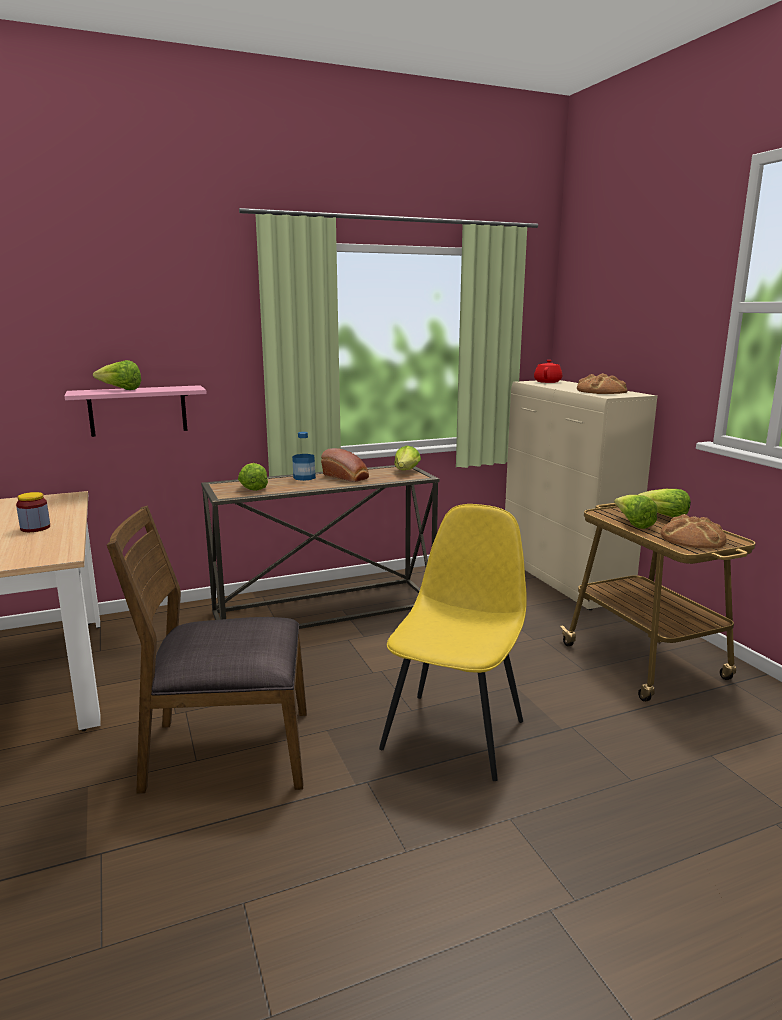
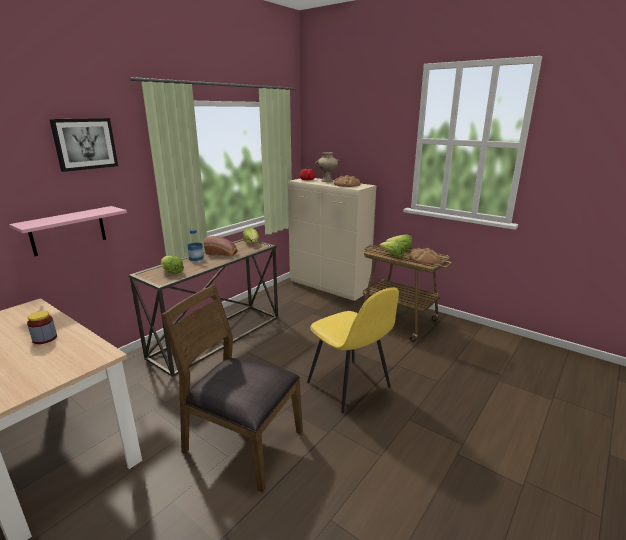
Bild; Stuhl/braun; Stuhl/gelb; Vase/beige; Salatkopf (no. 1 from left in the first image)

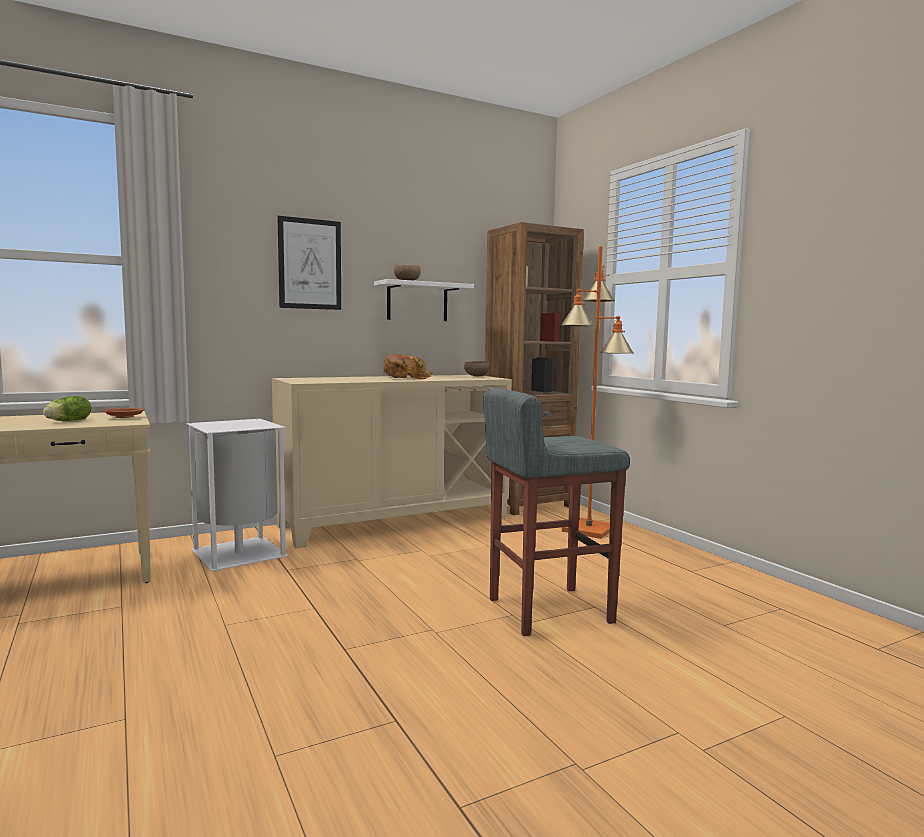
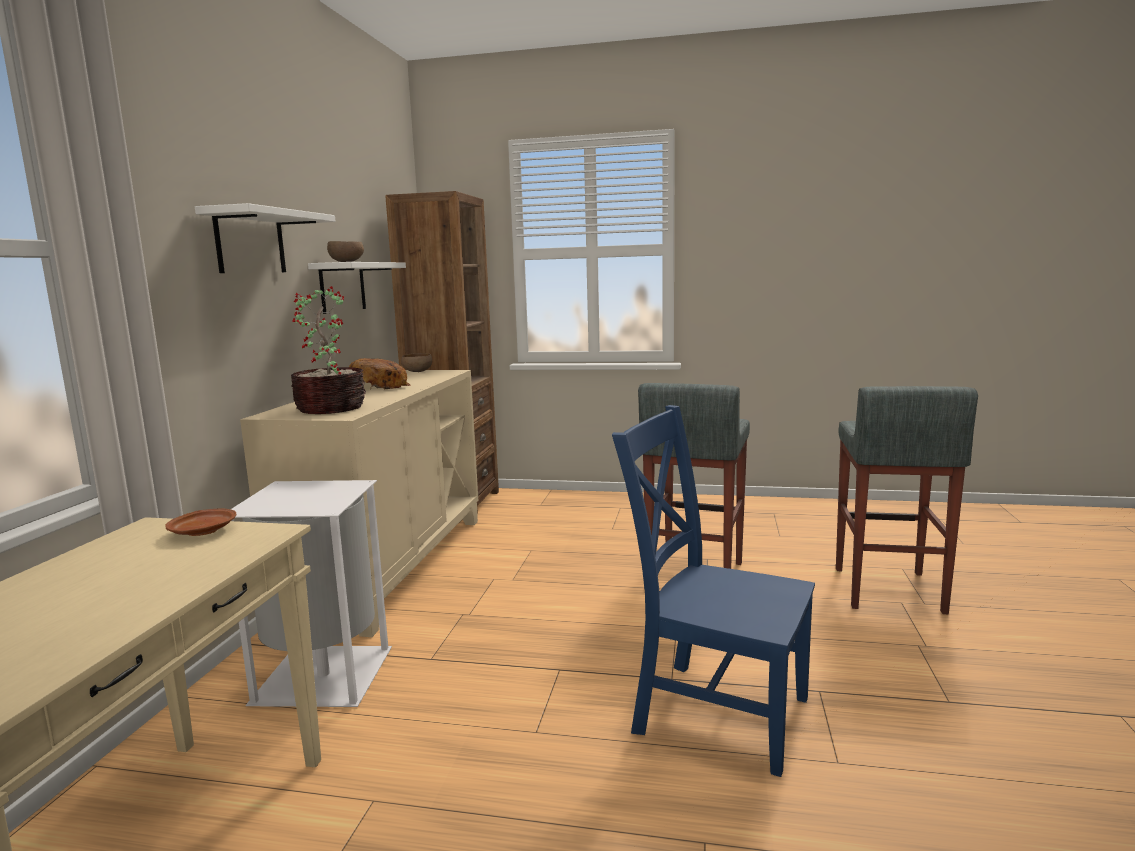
Wandregal/weiß (no. 1 from left); Topfpflanze; Stuhl/blau; Hocker/grau (no. 2 from left); Salatkopf; Stehlampe/orange

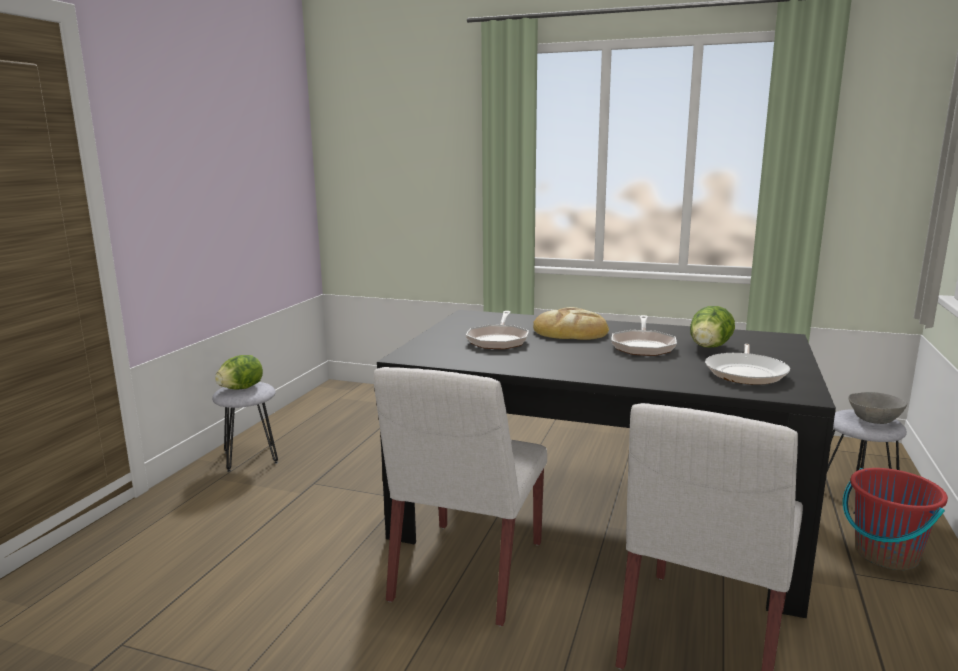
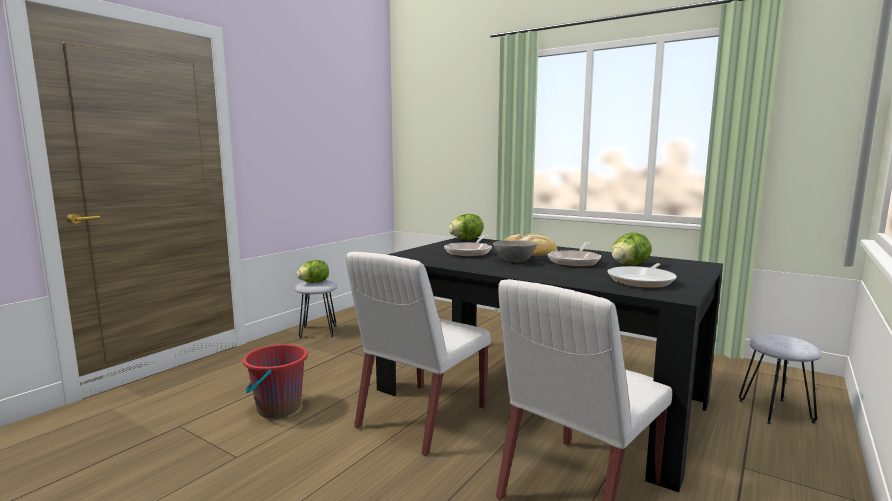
Eimer/rot; Salatkopf (no. 2 from left); Schüssel/grau

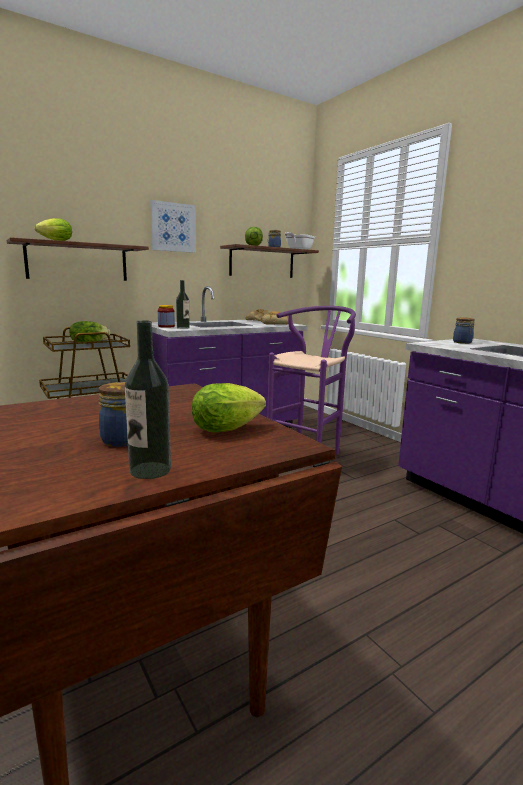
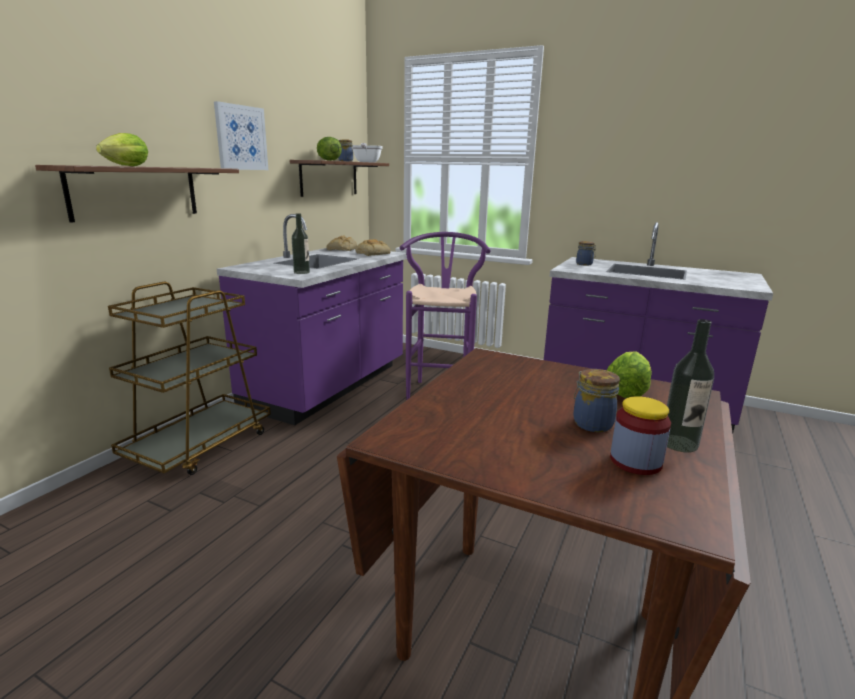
Vorratsglas (no. 4 from left); Salatkopf (no. 2 from left in the first image)

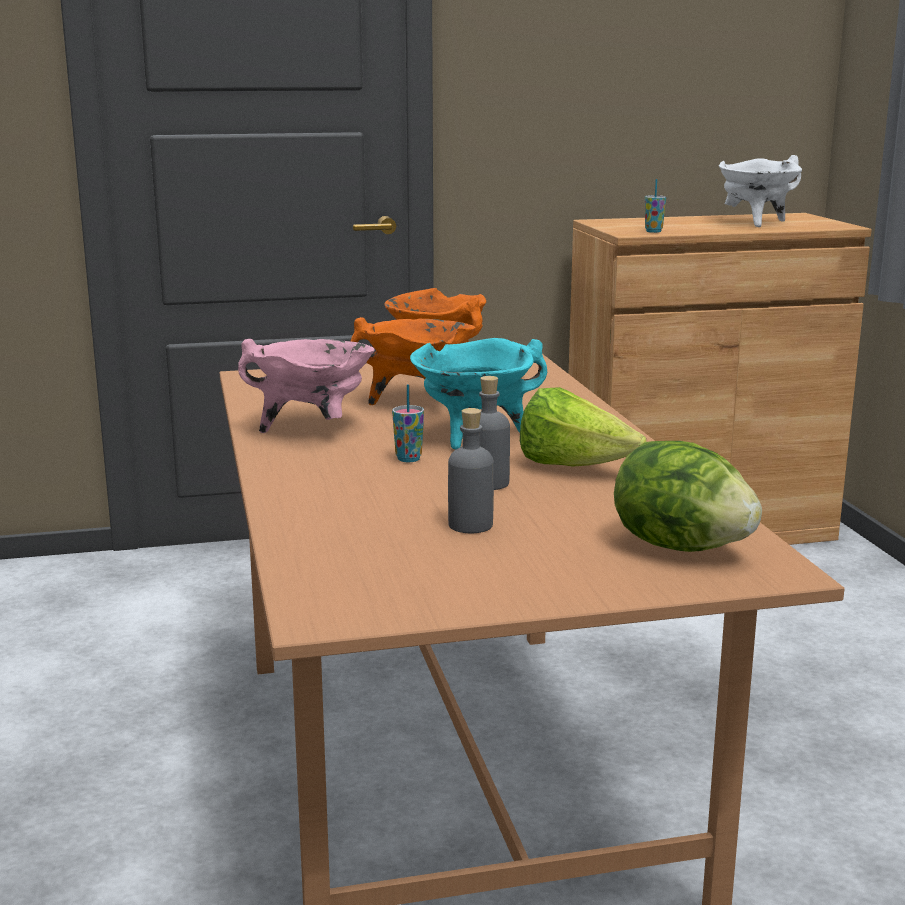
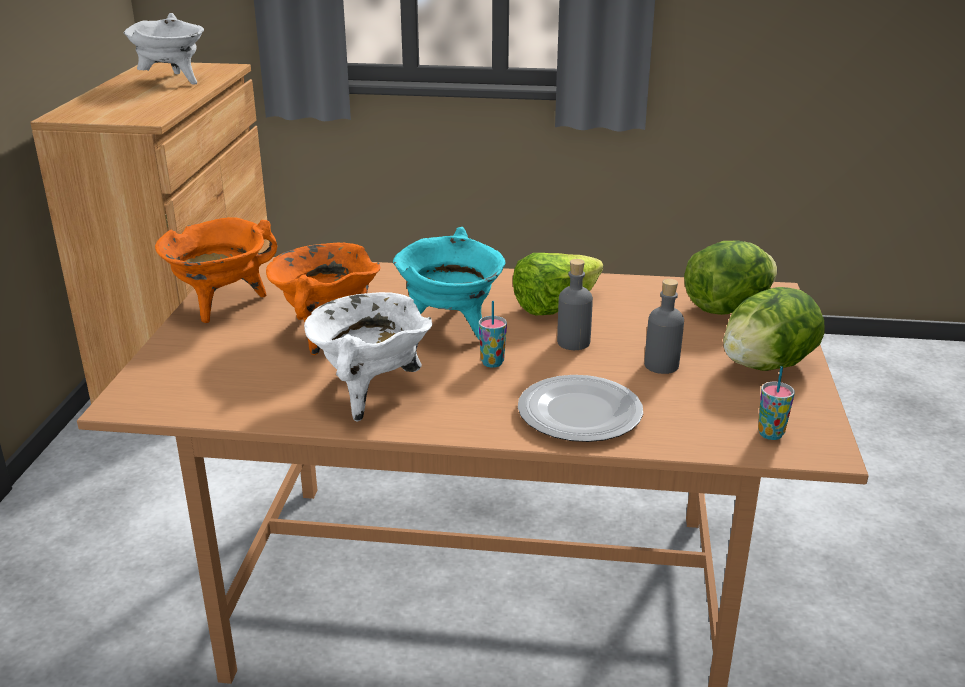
Kochtopf/weiß (no. 2 from left); Teller; Salatkopf (no. 3 from left); Tasse (no. 2 from left)

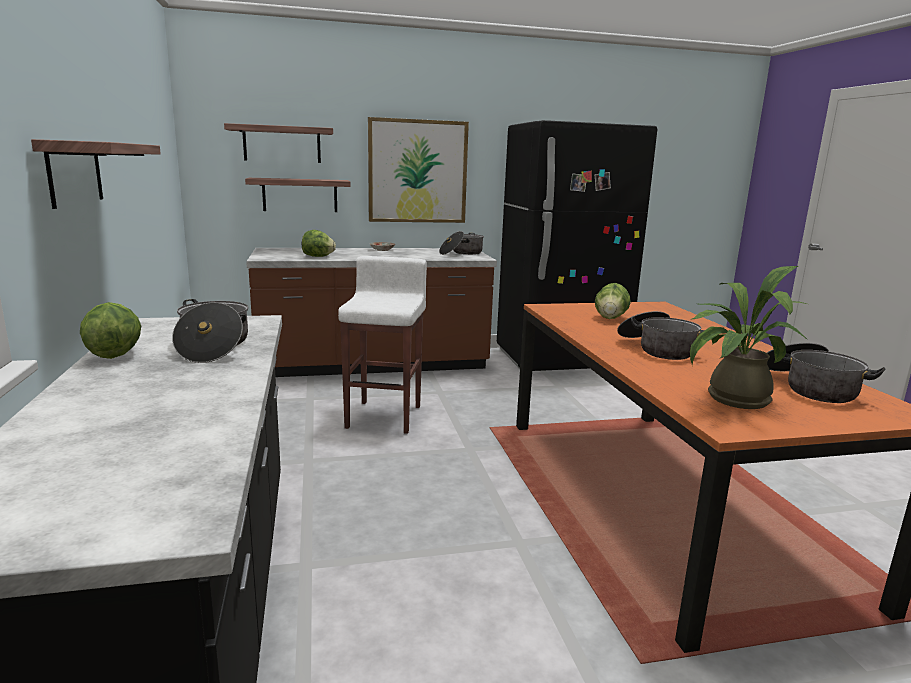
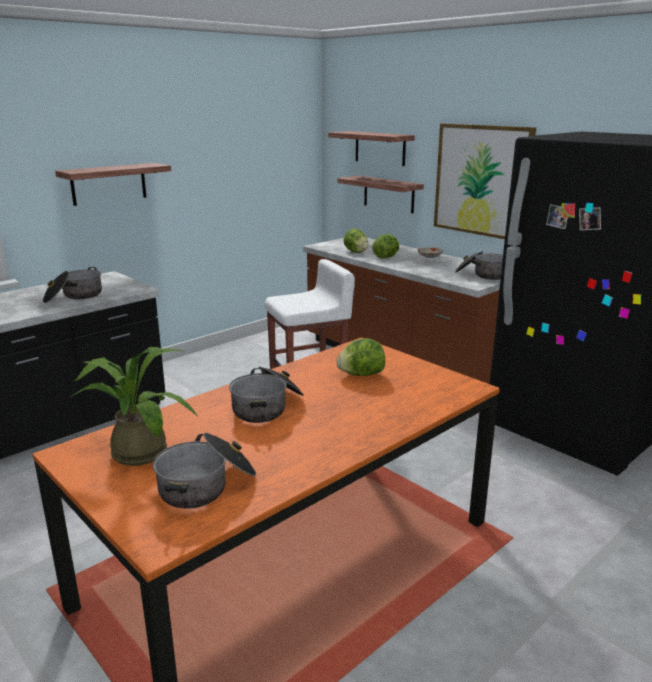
Salatkopf (no. 3 from left)

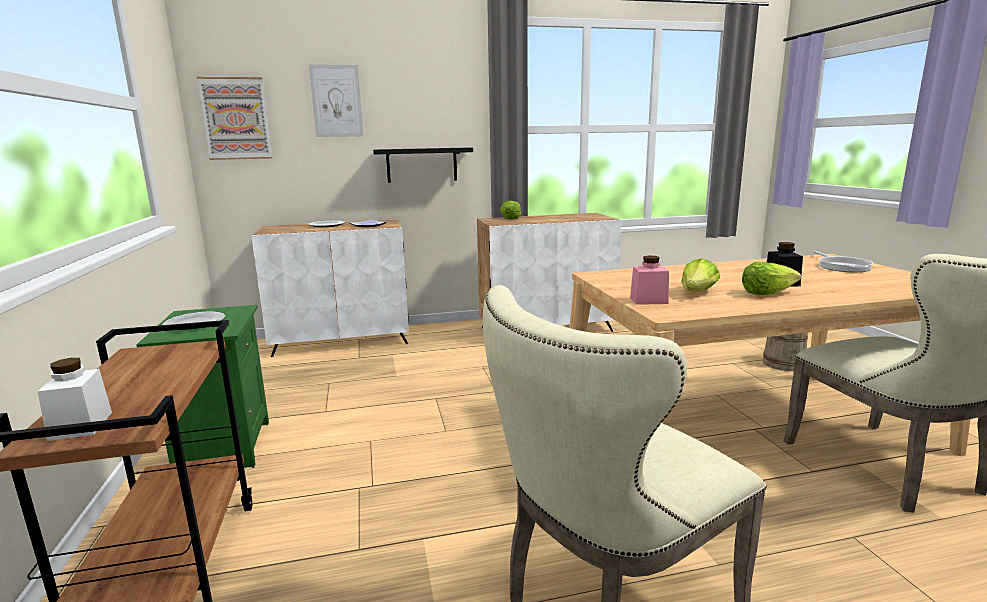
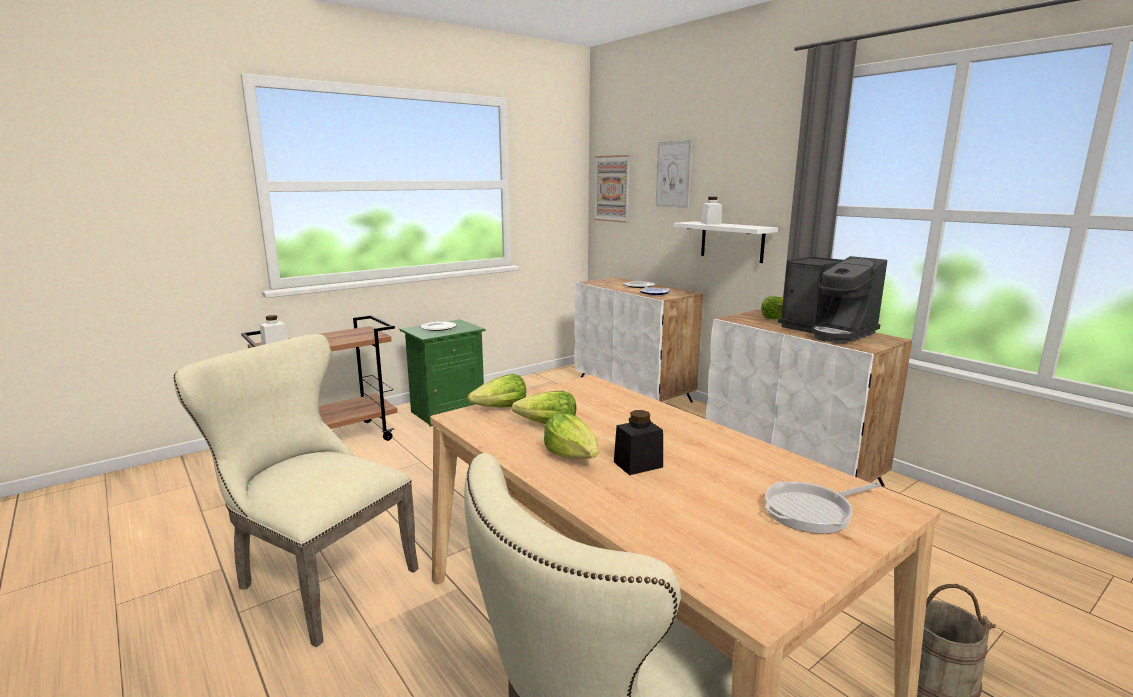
Salatkopf (no. 1 from left); Wandregal/weiß; Vorratsglas/weiß (no. 2 from left); Kaffeemaschine

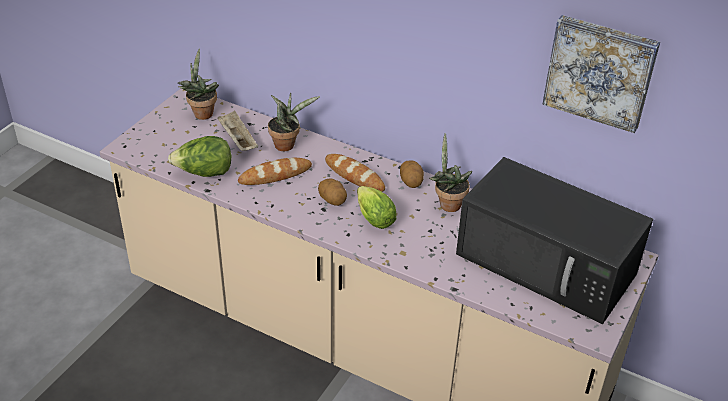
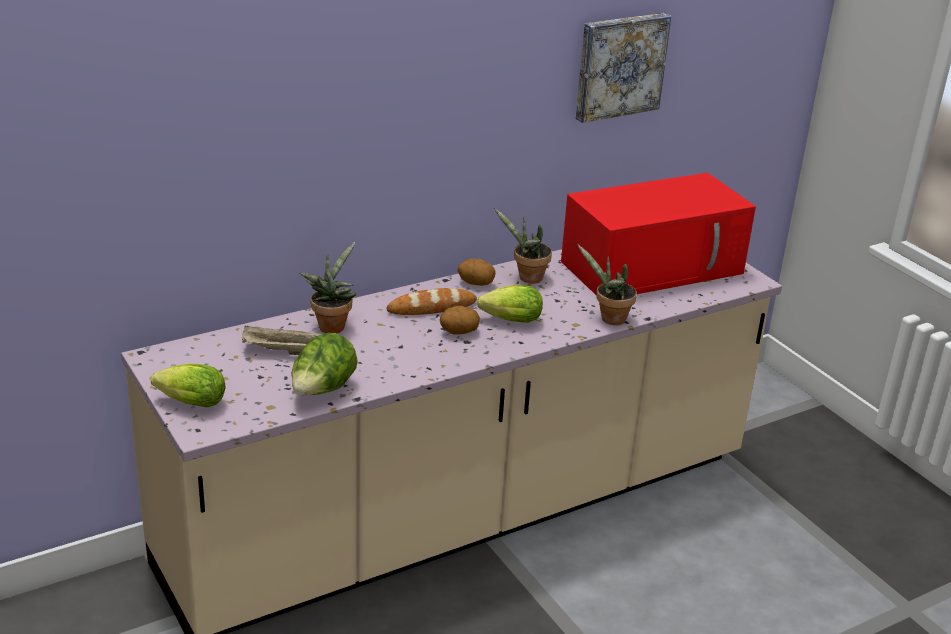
Salatkopf (no. 1 from left); Mikrowelle/rot; Topfpflanze (no. 3 from left); Brot (no. 1 from left in the first image)

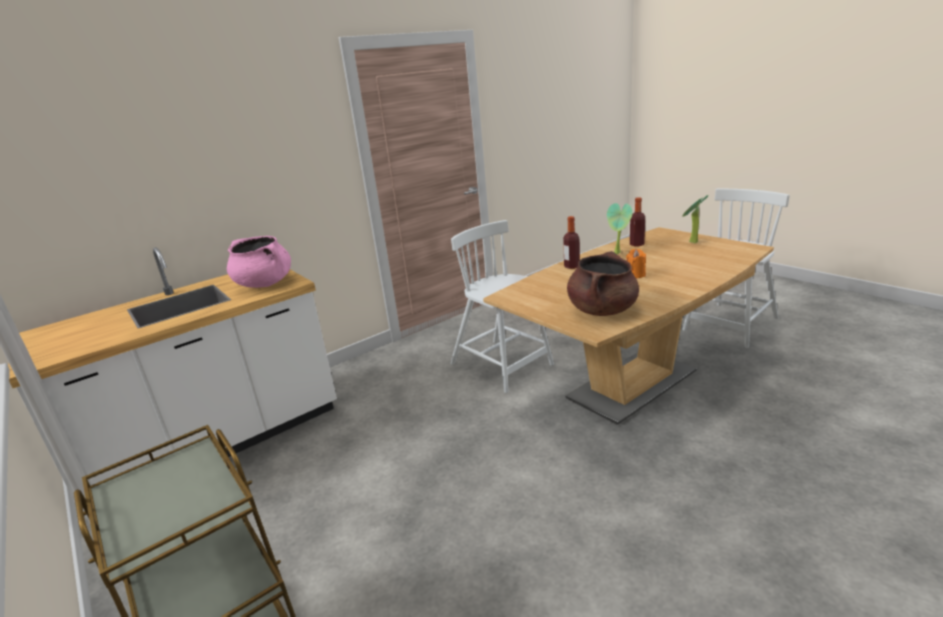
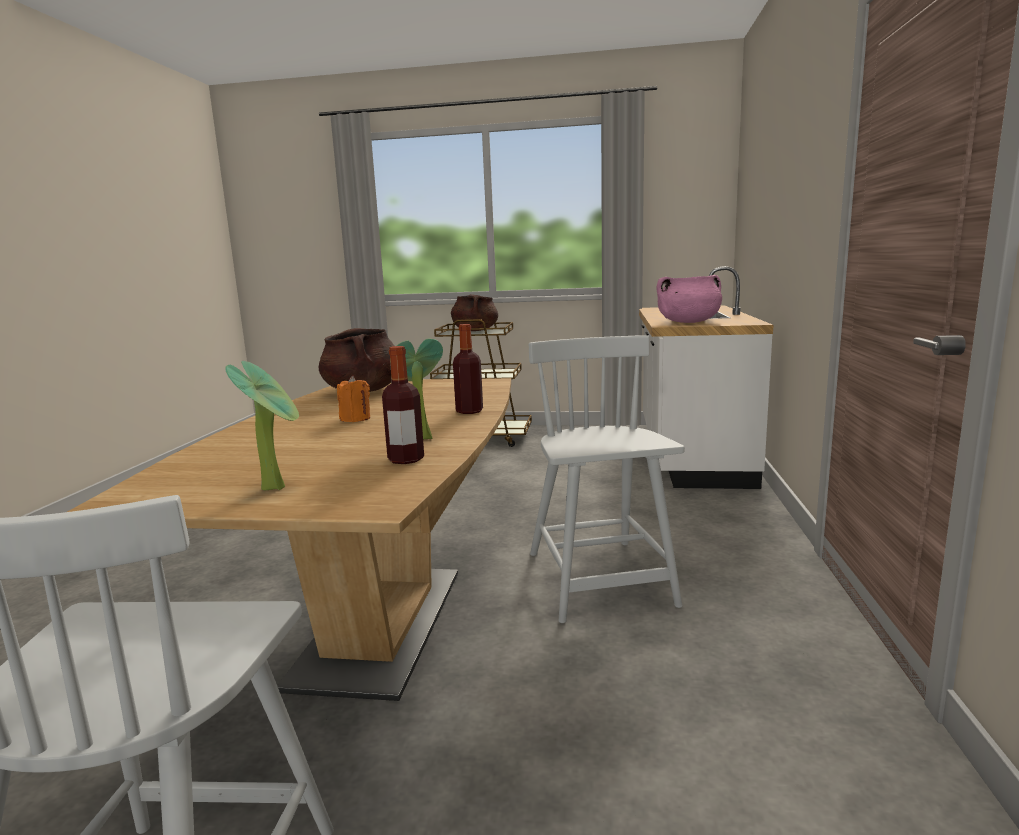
Kochtopf/braun (no. 2 from left); Stuhl/weiß (no. 2 from left)

